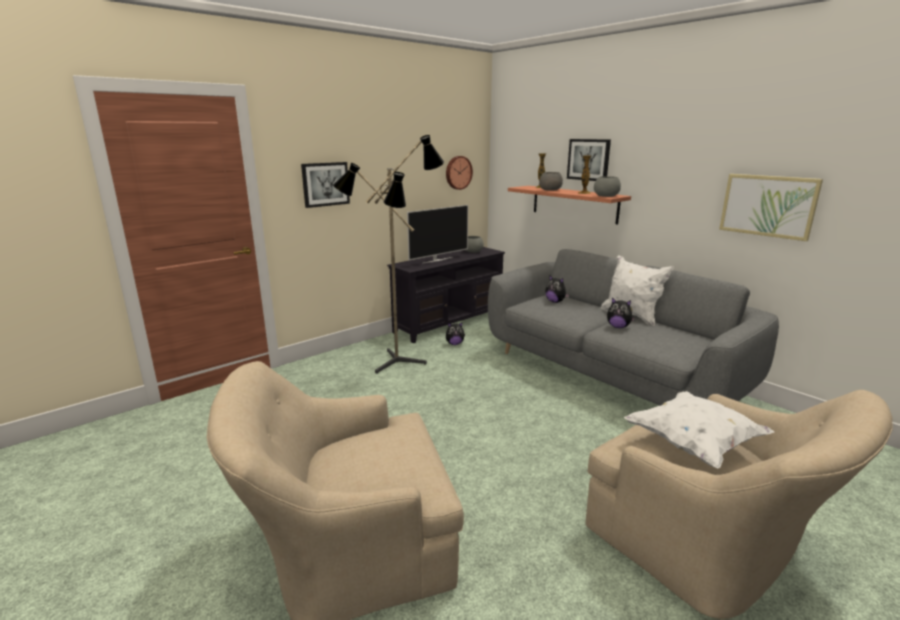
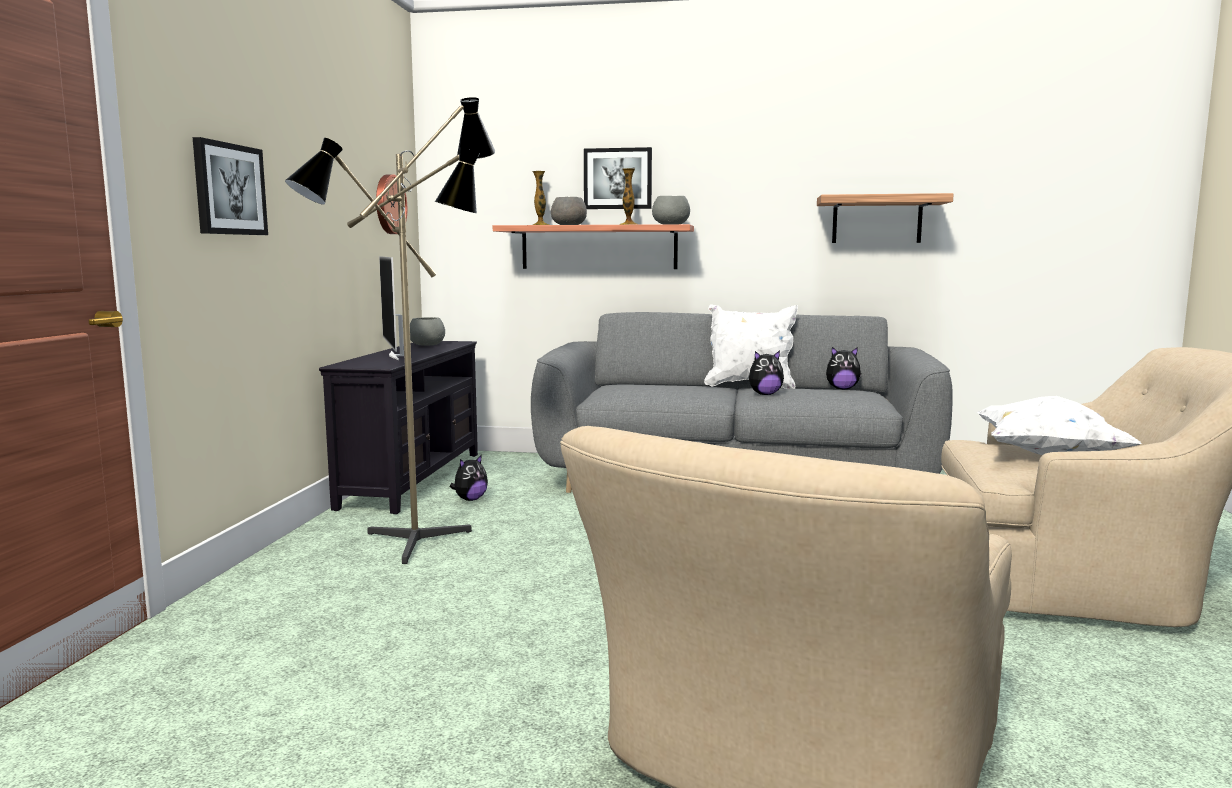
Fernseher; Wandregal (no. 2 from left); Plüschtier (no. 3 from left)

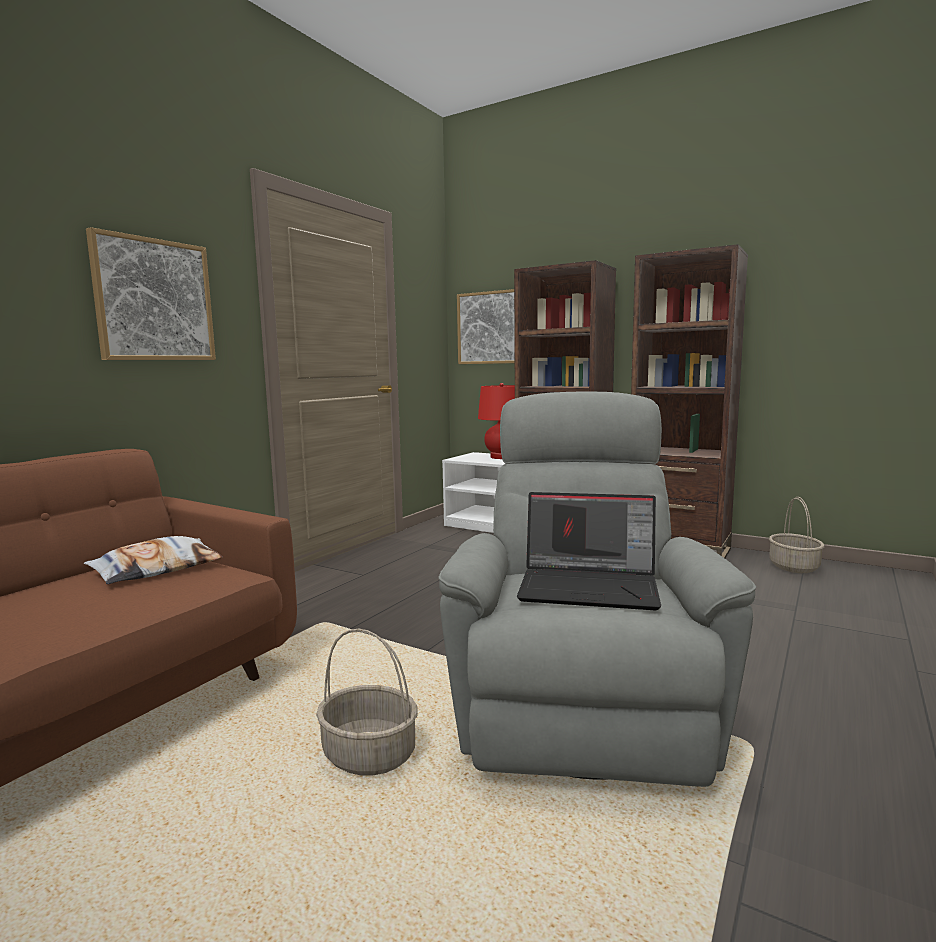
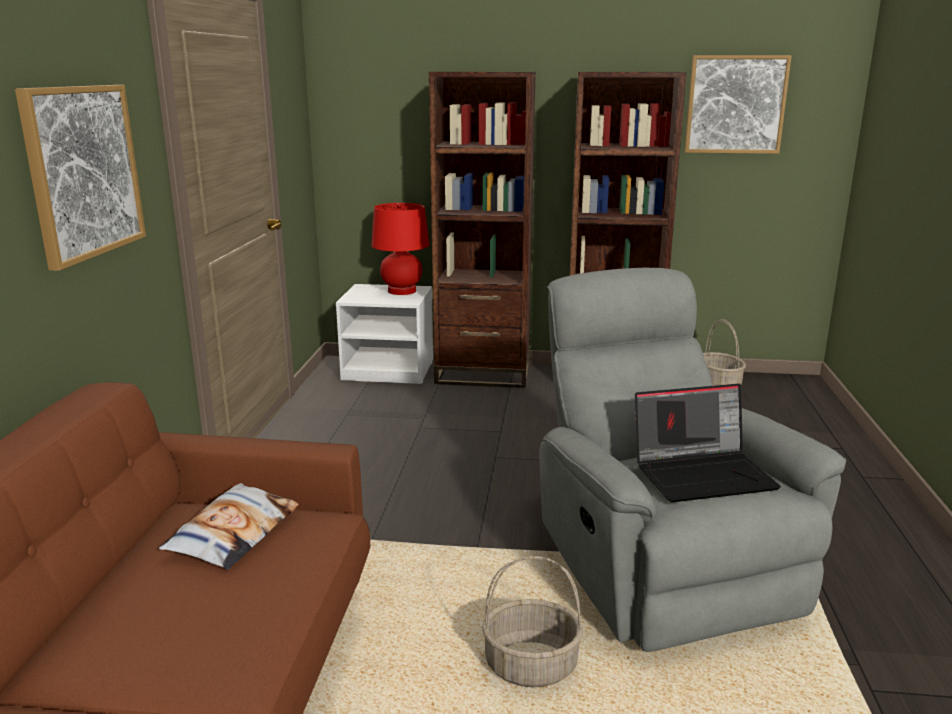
Bild (no. 2 from left)

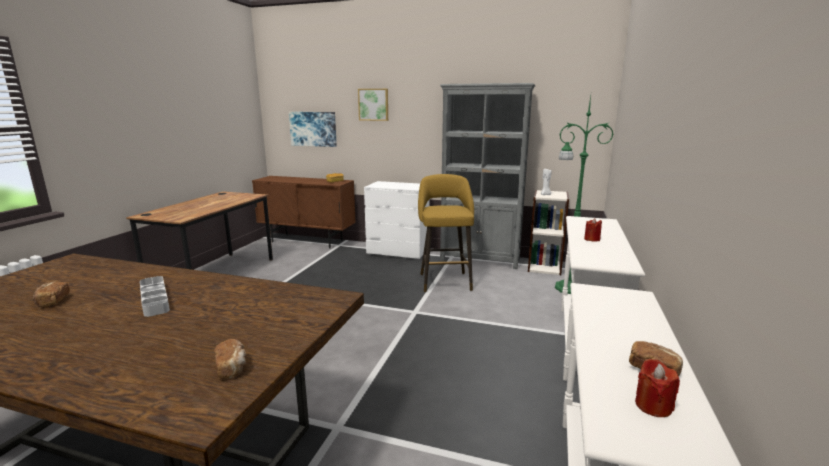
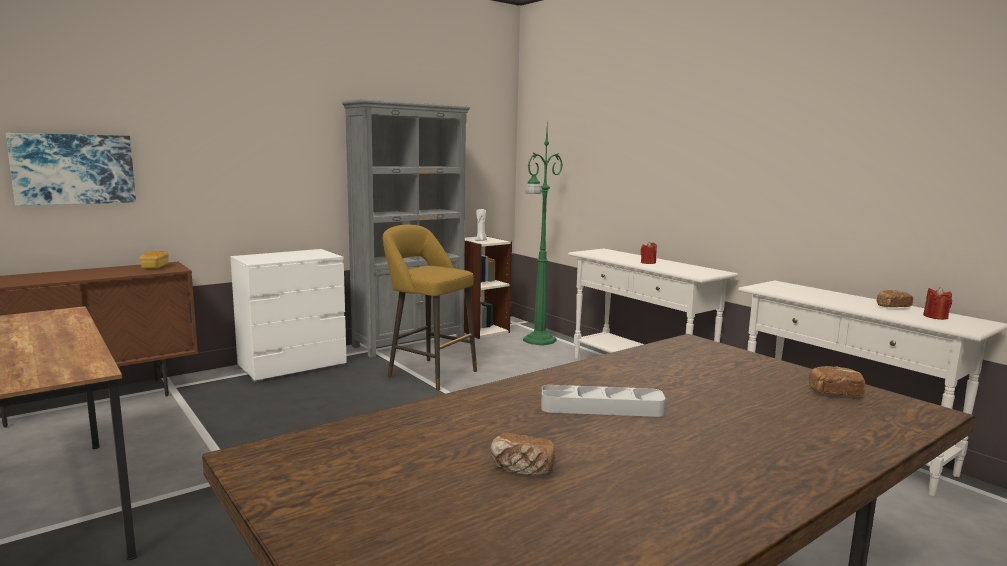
Bild (no. 2 from left in the first image)

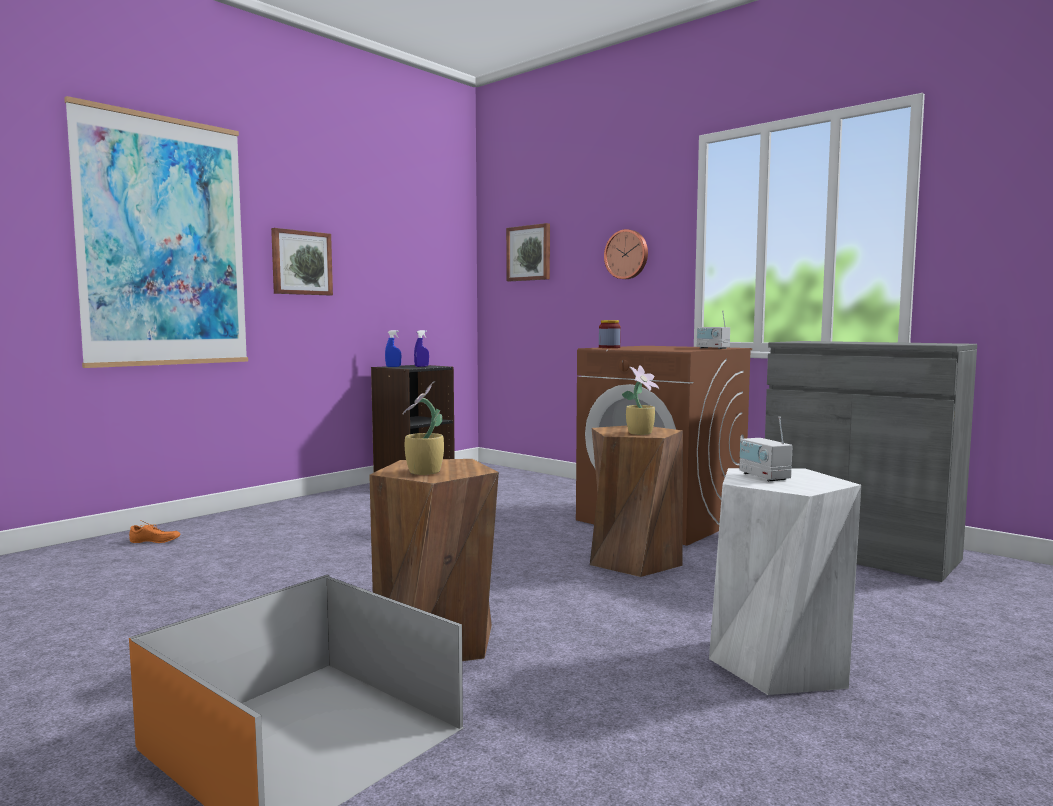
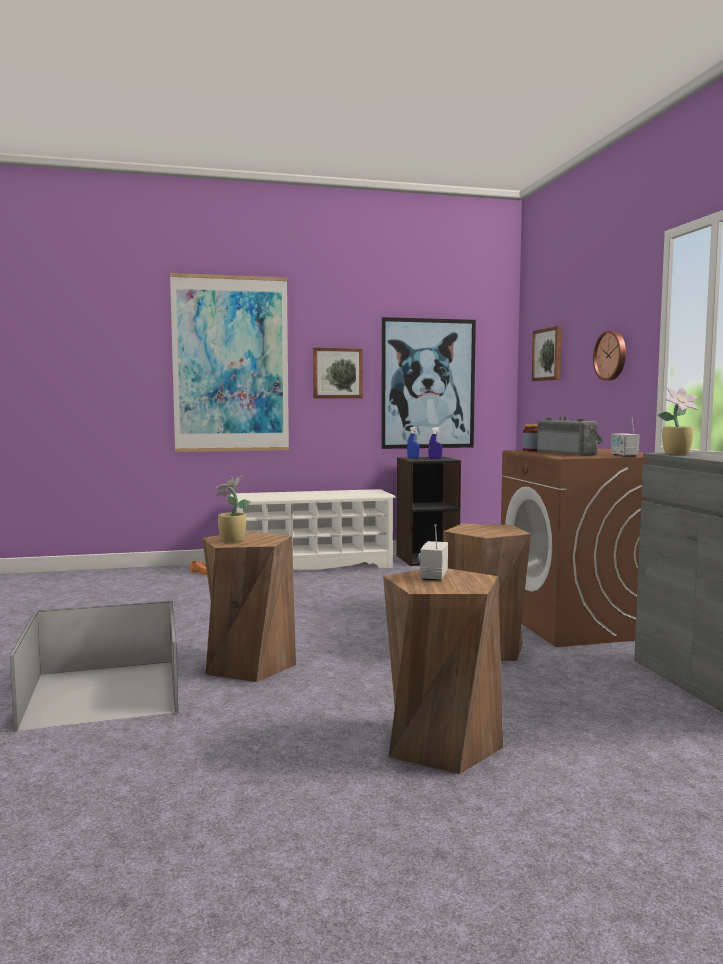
Schuhregal/weiß; Bild (no. 3 from left); Hocker/braun (no. 2 from left); Radio (no. 2 from left); Topfpflanze (no. 2 from left)

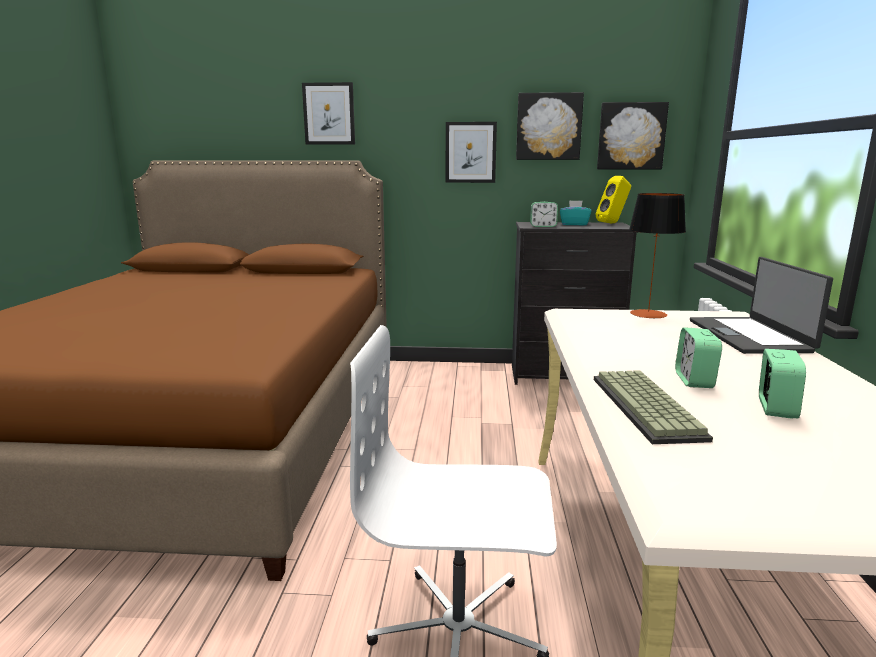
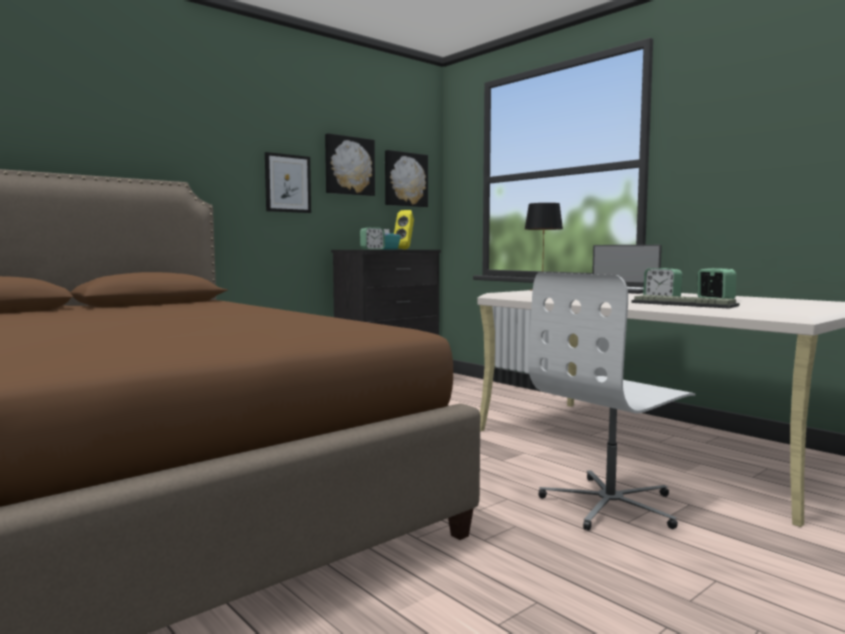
Bild (no. 1 from left in the first image)

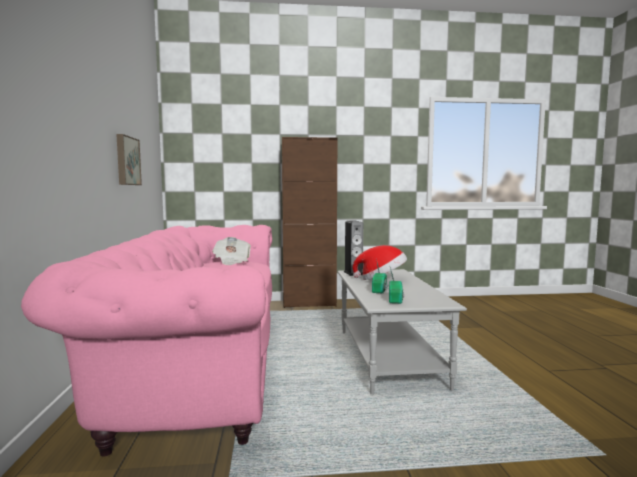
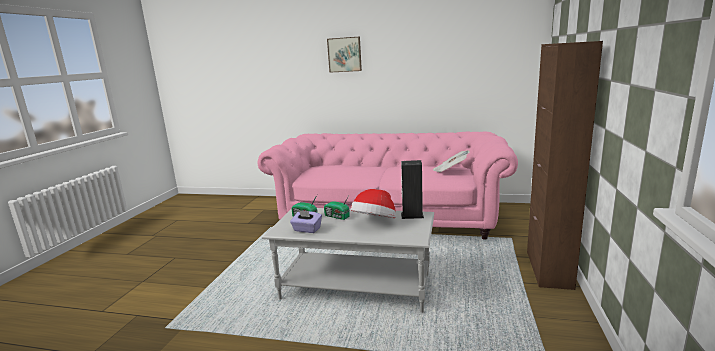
Taschentuchbox/lila; Bild

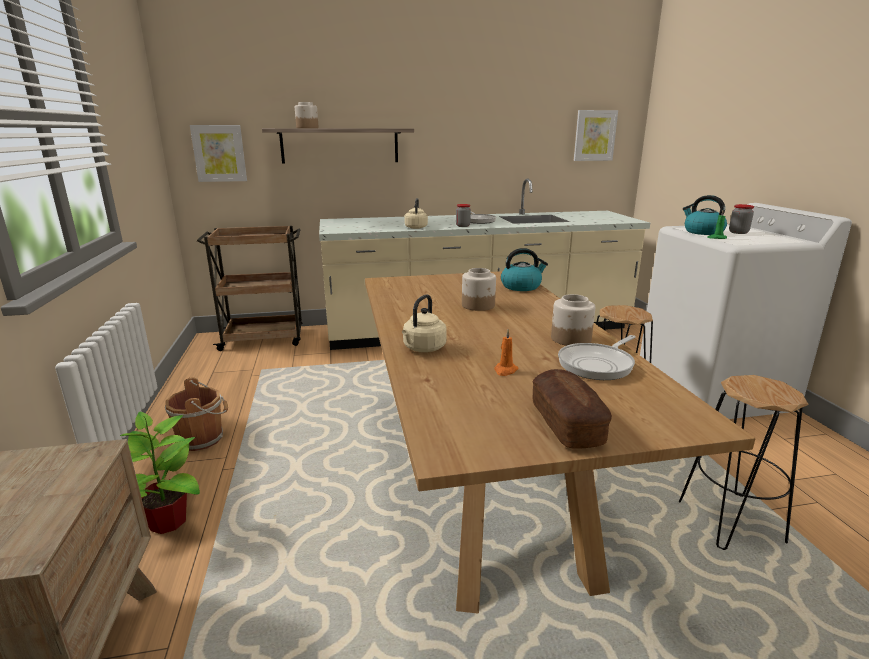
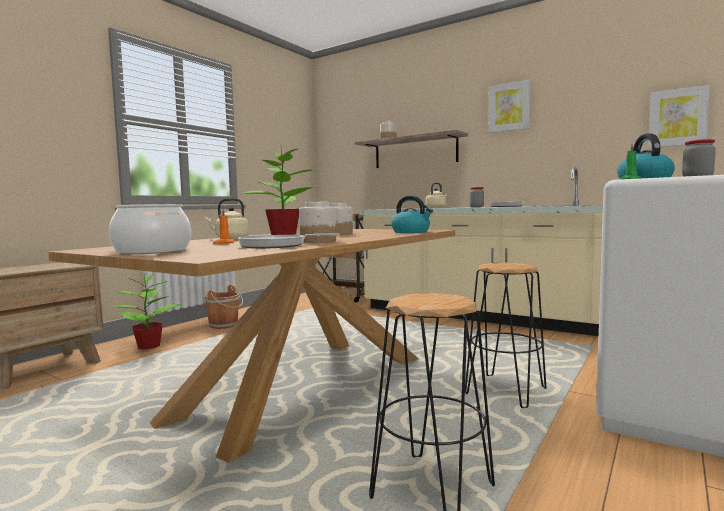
Kochtopf; Topfpflanze (no. 2 from left); Bild (no. 1 from left)

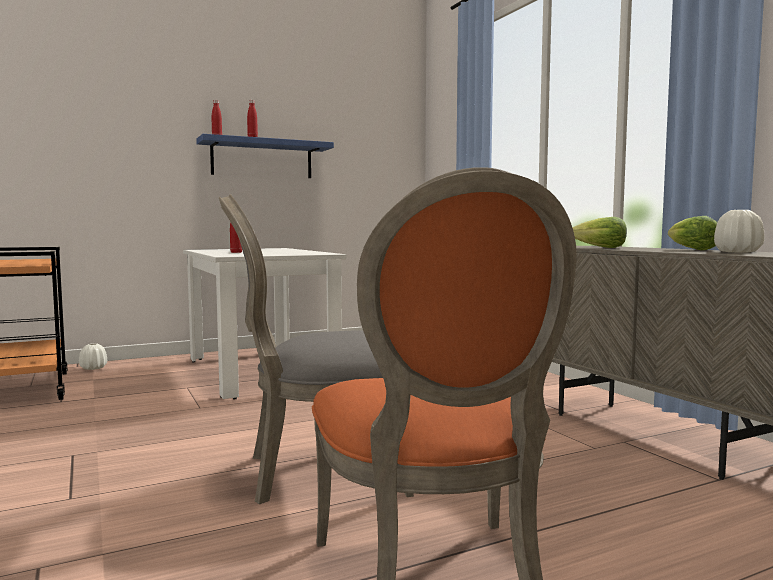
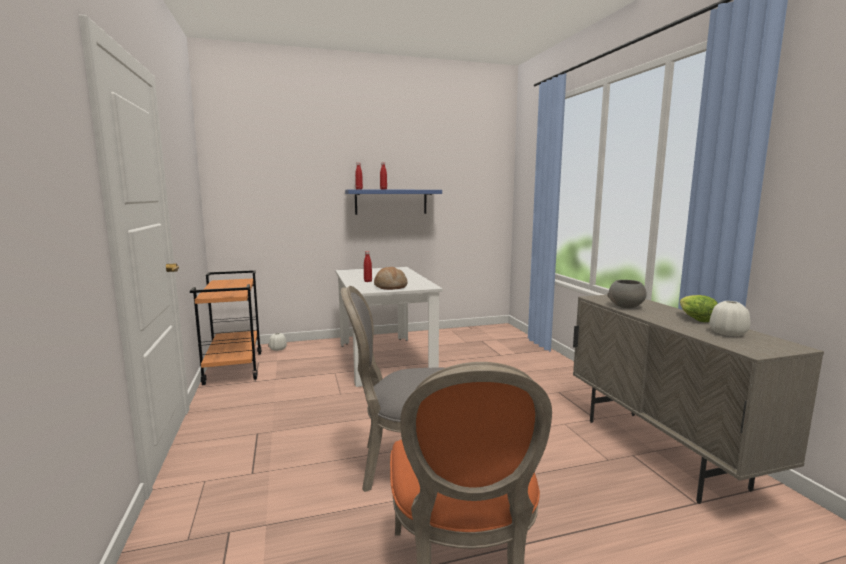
Brot; Schüssel/grau

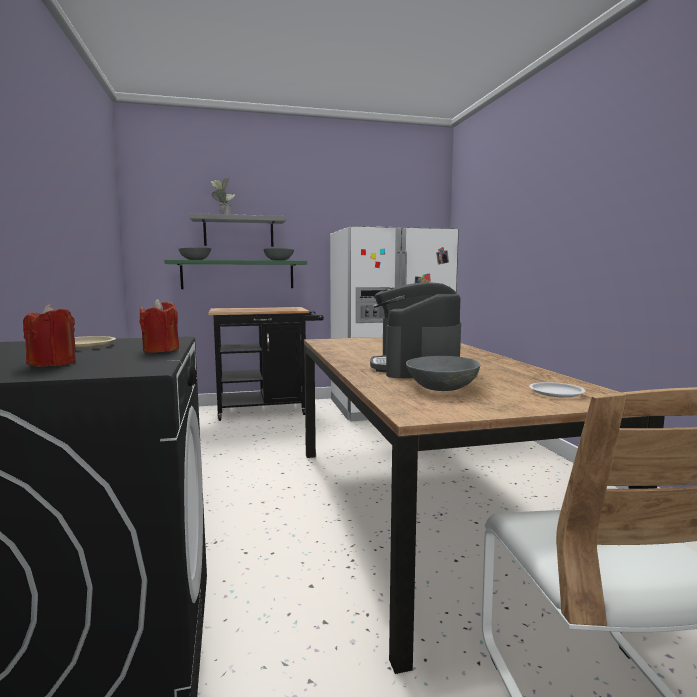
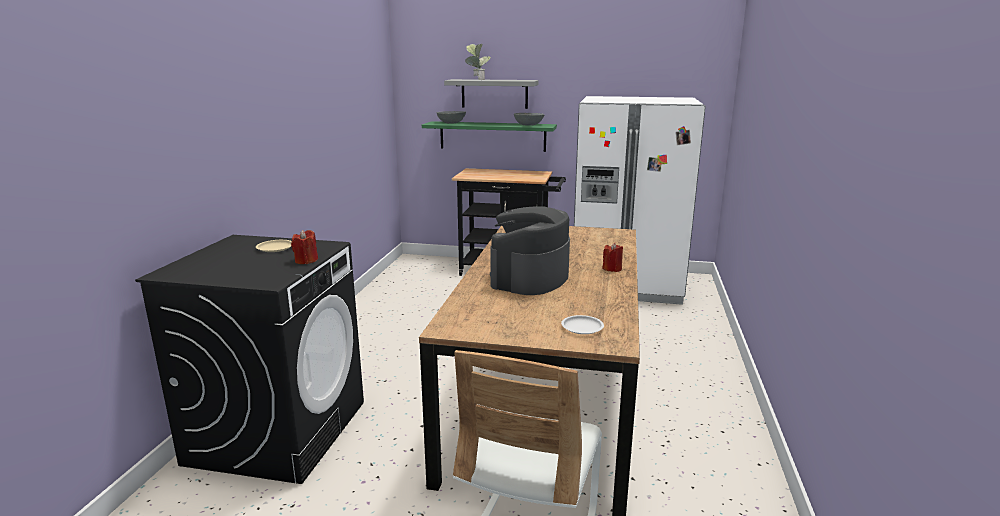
Kerze/rot (no. 2 from left); Schüssel/grau (no. 3 from left in the first image)

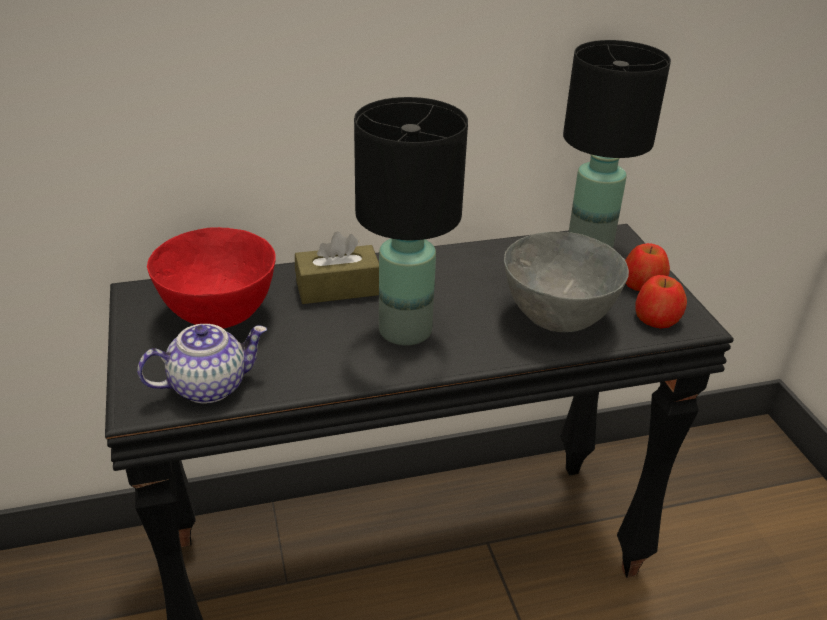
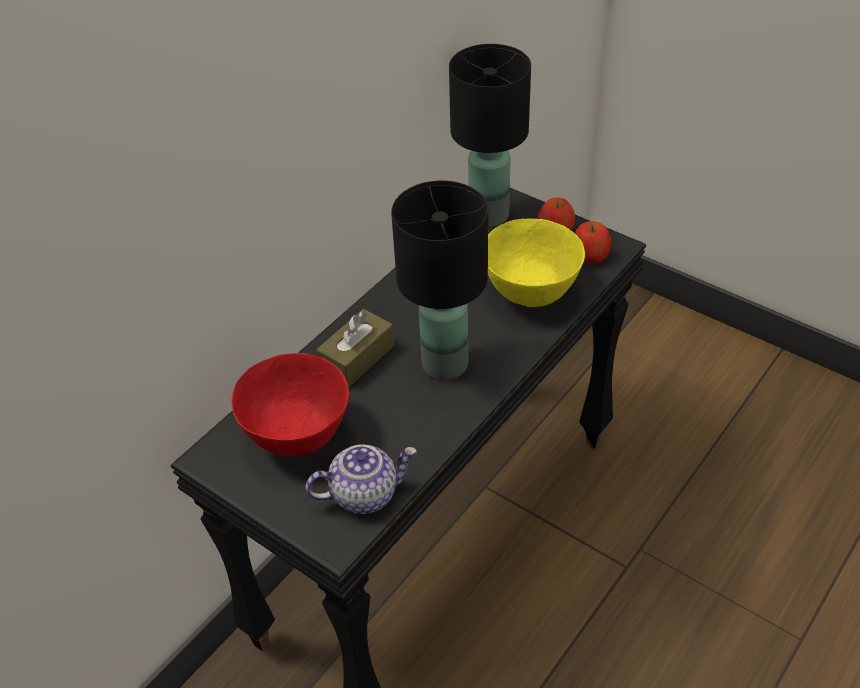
Teekanne; Schüssel/gelb

